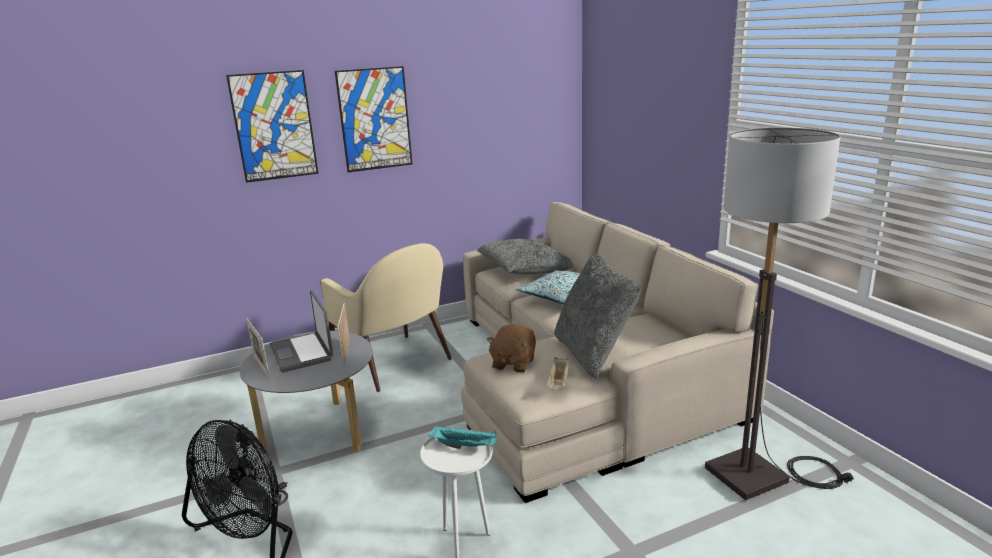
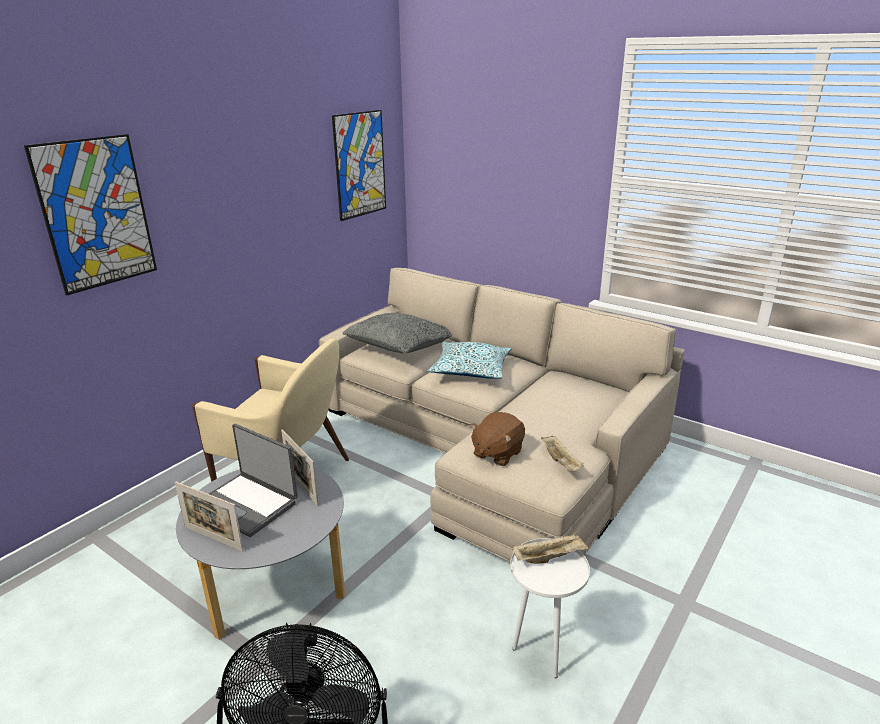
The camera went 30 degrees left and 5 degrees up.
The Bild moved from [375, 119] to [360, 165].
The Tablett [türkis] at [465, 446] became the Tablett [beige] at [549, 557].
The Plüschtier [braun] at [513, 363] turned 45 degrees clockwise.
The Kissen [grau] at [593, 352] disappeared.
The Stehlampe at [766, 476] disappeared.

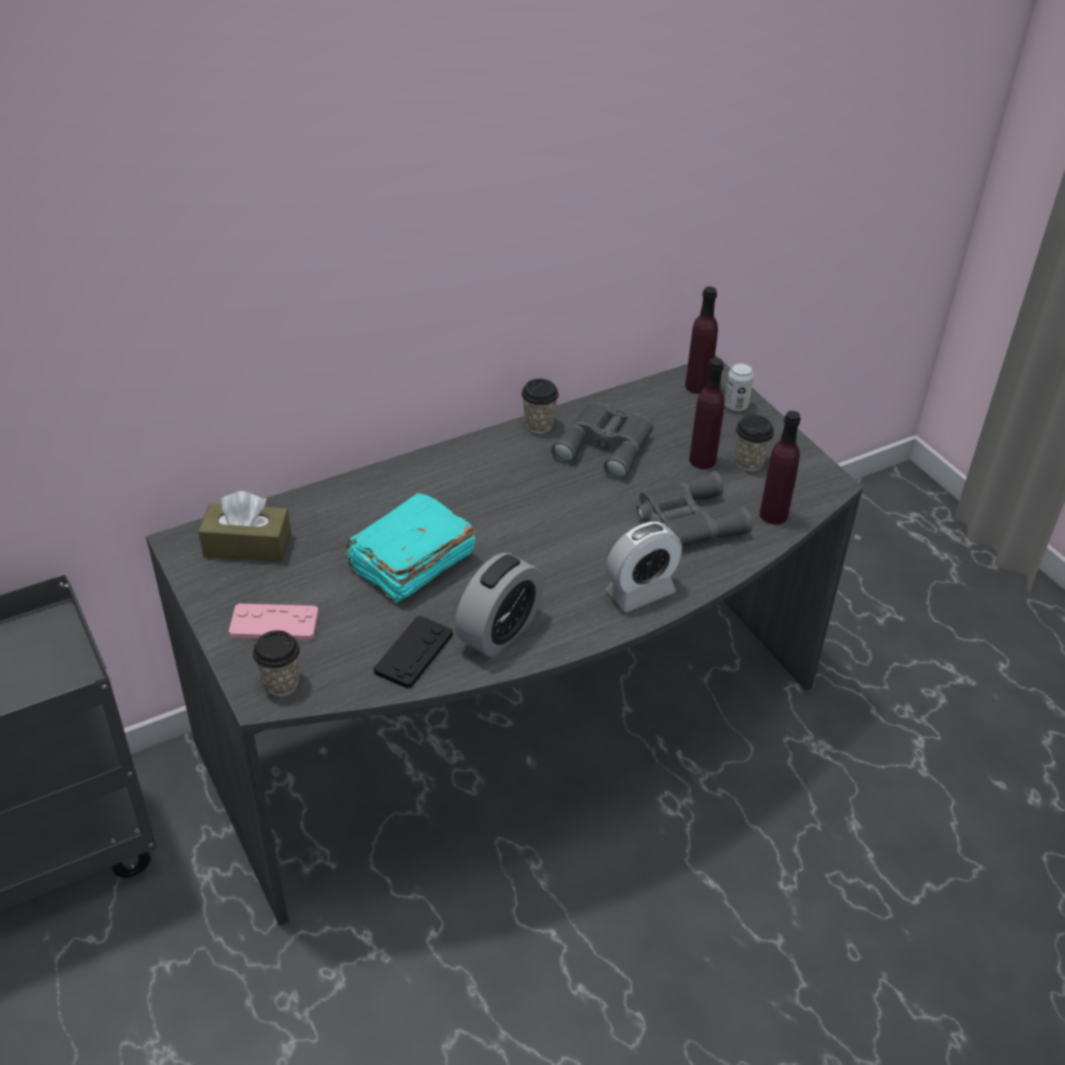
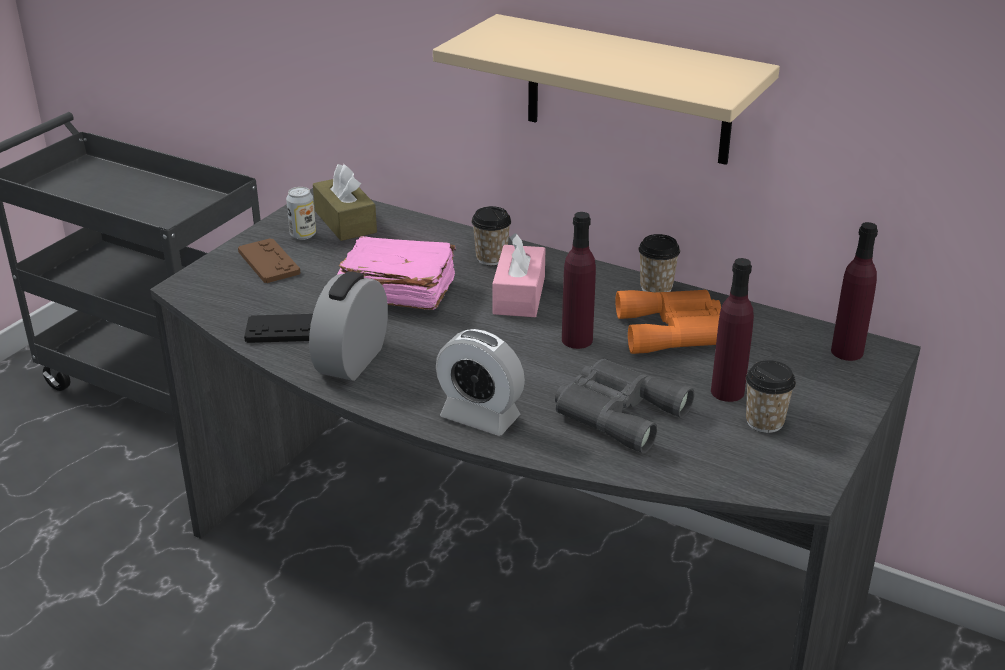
The camera went 60 degrees right and 10 degrees down.
The Gamepad [rosa] at [274, 623] became the Gamepad [braun] at [269, 262].
The Tasse moved from [281, 683] to [491, 258].
The Buch [türkis] at [410, 563] became the Buch [rosa] at [396, 292].
The Wecker at [499, 631] turned 105 degrees clockwise.
The Fernglas [grau] at [606, 445] became the Fernglas [orange] at [675, 331].
The Dose moved from [736, 406] to [303, 235].
The Flasche [lila] moved from [773, 515] to [577, 340].
The Wandregal [beige] at [628, 90] appeared.
The Taschentuchbox [rosa] at [519, 295] appeared.

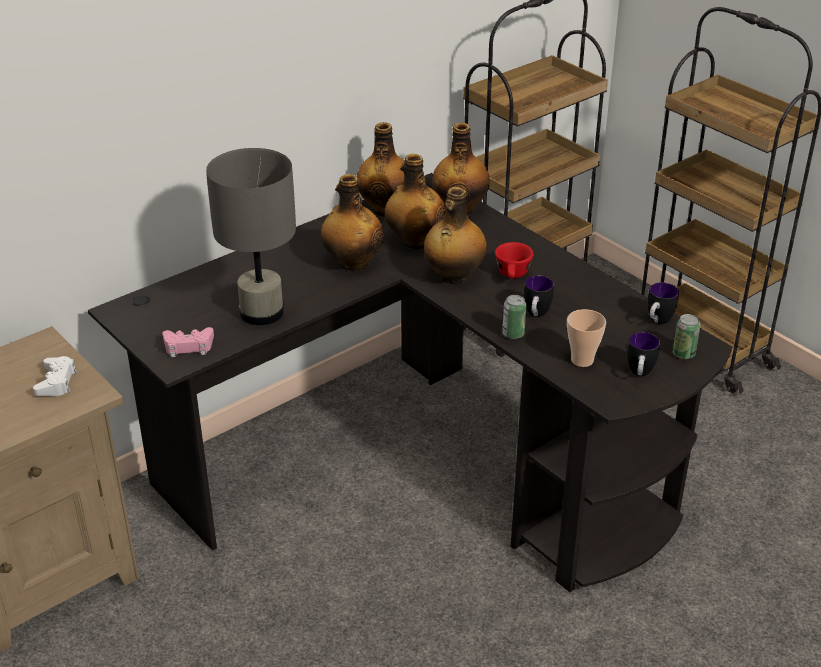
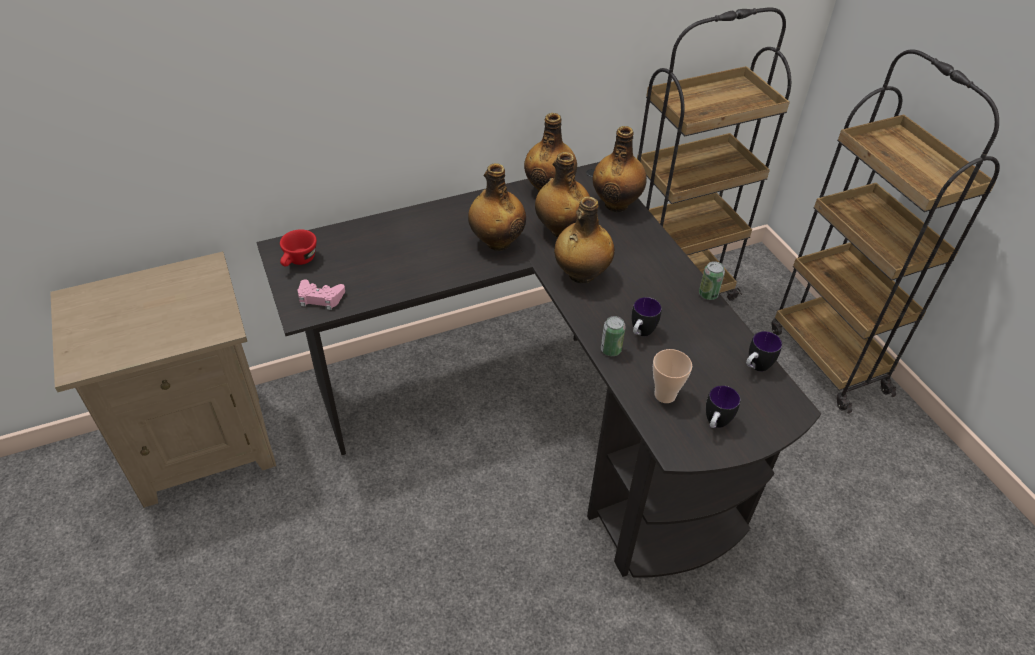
The camera went 15 degrees right and 10 degrees up.
The Gamepad [weiß] at [56, 382] disappeared.
The Tischlampe [grau] at [263, 312] disappeared.
The Tasse [rot] moved from [513, 275] to [299, 261].
The Dose moved from [683, 354] to [708, 294].

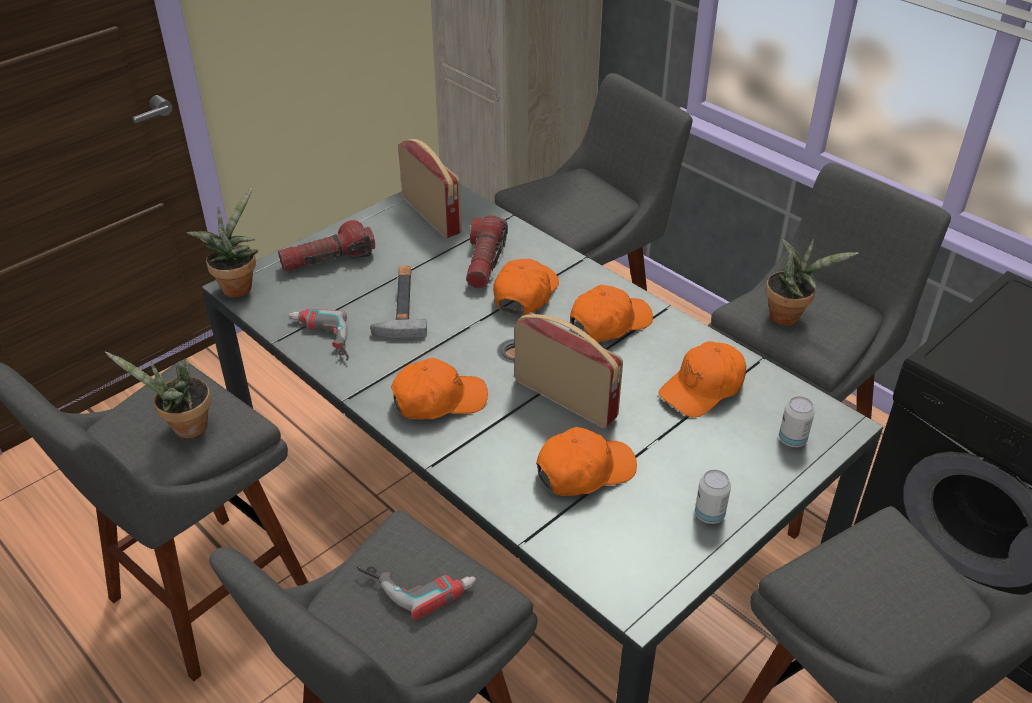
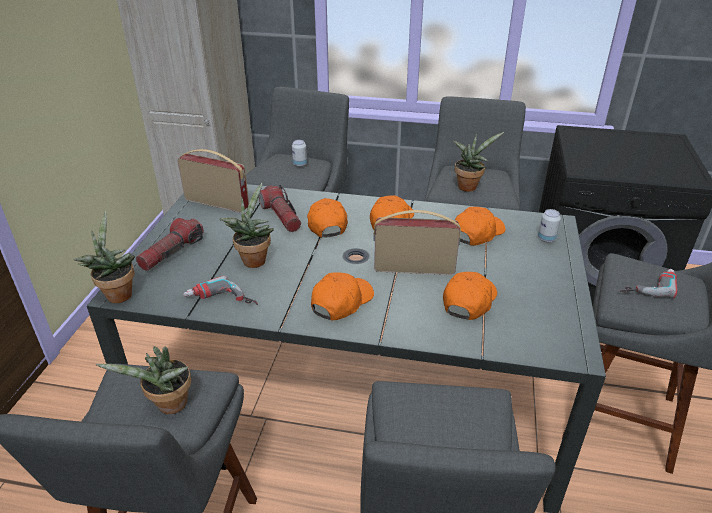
The camera went 35 degrees left and 5 degrees down.
The Bohrmaschine moved from [418, 580] to [646, 284].
The Hammer at [400, 304] was replaced by the Topfpflanze at [253, 259].
The Kappe [orange] at [703, 388] turned 150 degrees counterclockwise.
The Dose moved from [709, 514] to [300, 164].

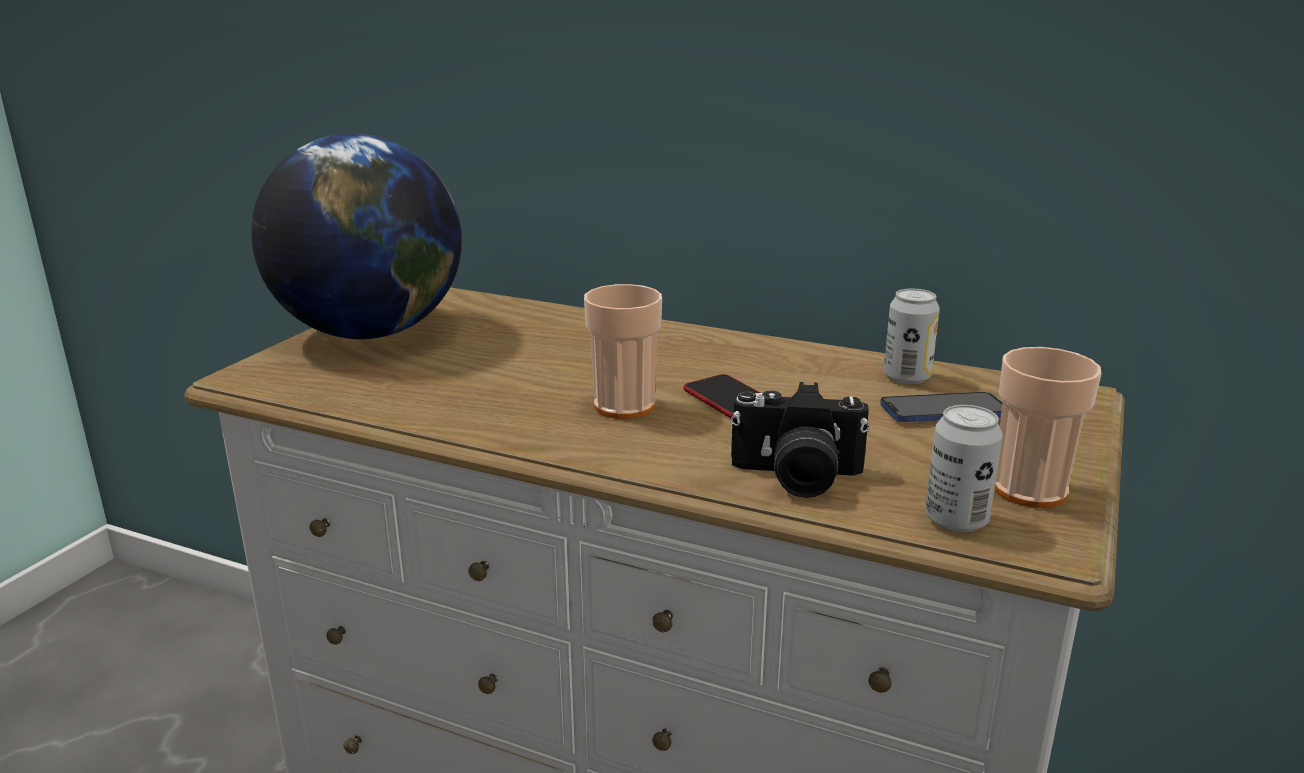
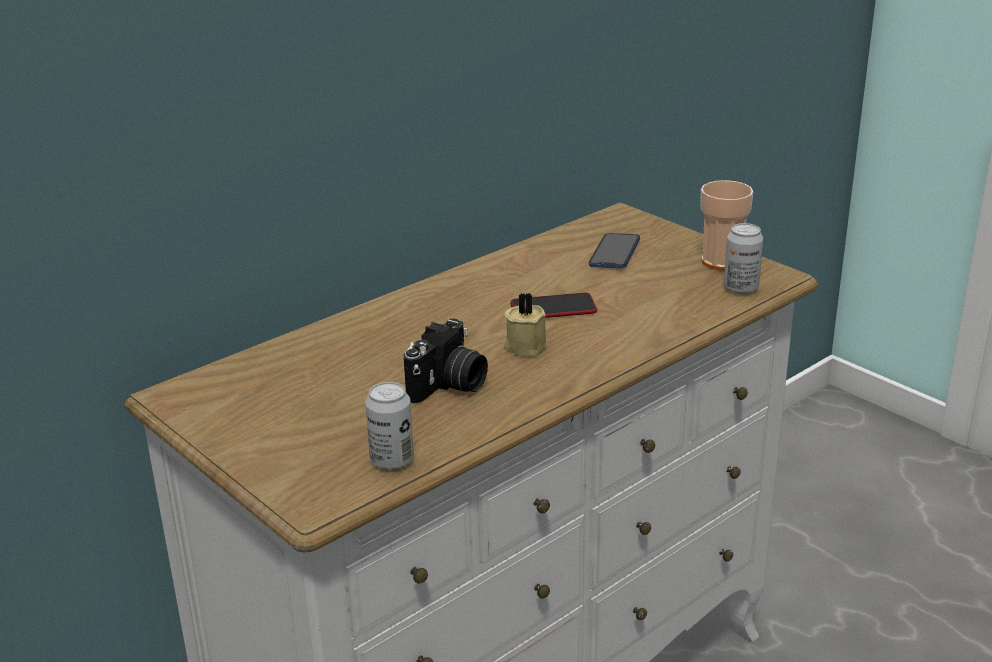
The camera went 65 degrees left and 5 degrees up.
The Globus at [370, 333] disappeared.
The Tasse at [624, 406] was replaced by the Kerze [beige] at [526, 345].
The Kamera moved from [796, 477] to [449, 386].
The Dose moved from [907, 377] to [392, 460].

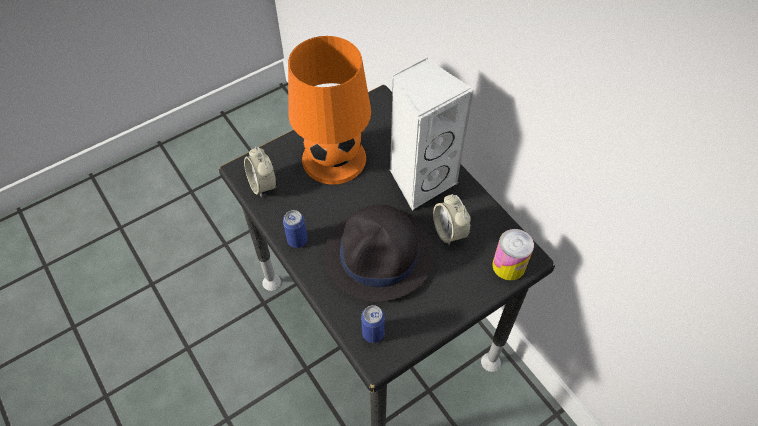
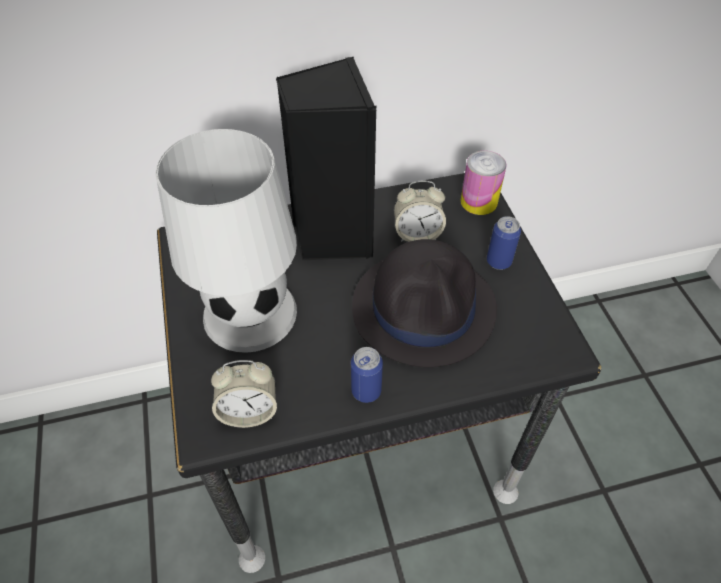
The camera went 70 degrees left and 5 degrees down.
The Tischlampe [orange] at [333, 158] became the Tischlampe [weiß] at [249, 314].
The Dose moved from [373, 333] to [498, 261].
The Lautsprecher [weiß] at [420, 179] became the Lautsprecher [schwarz] at [332, 237].

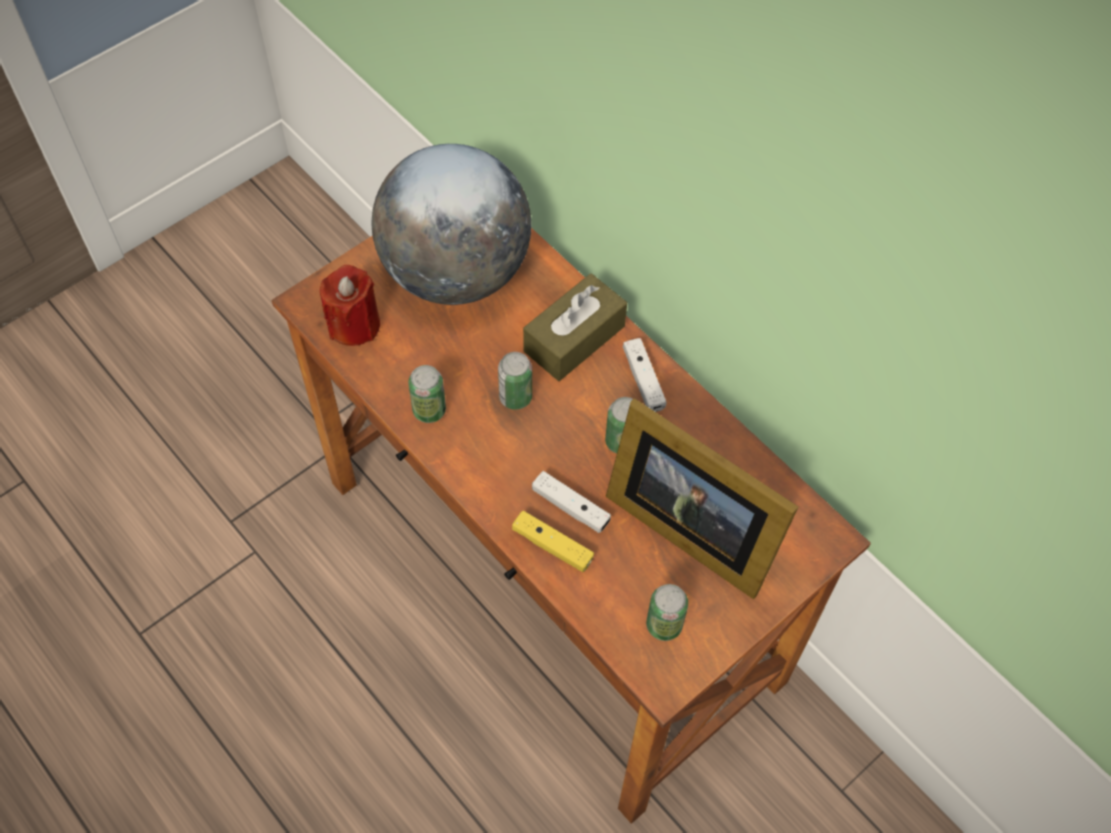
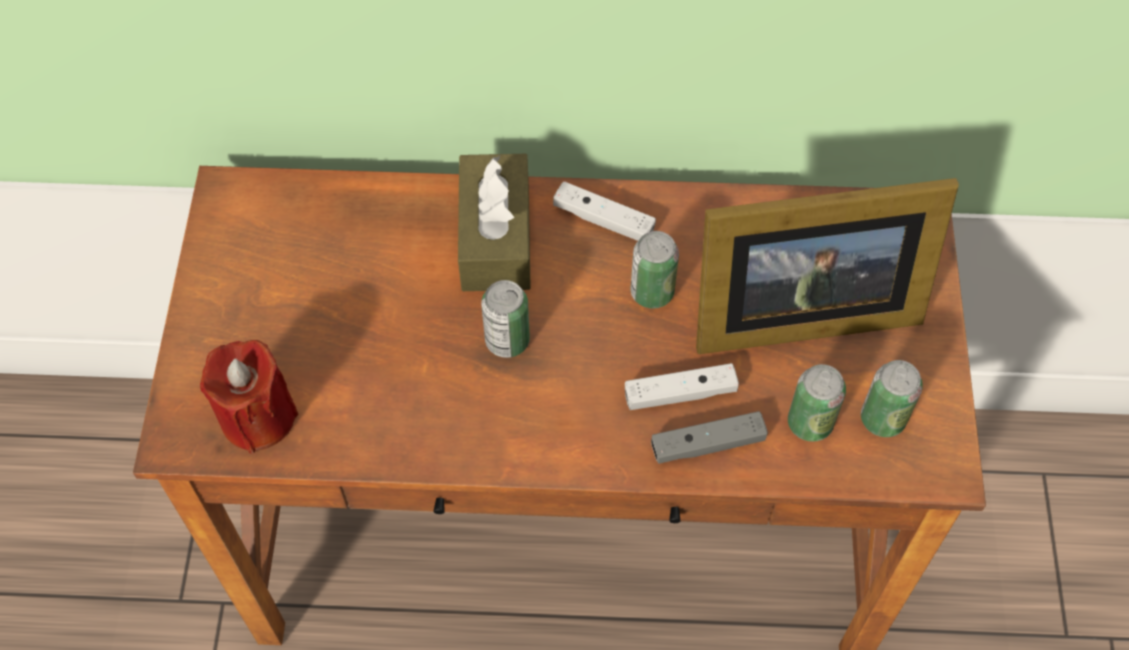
The camera went 45 degrees left and 0 degrees up.
The Globus at [455, 272] disappeared.
The Dose moved from [429, 410] to [810, 423].
The Gamepad [gelb] at [552, 546] became the Gamepad [grau] at [707, 444].

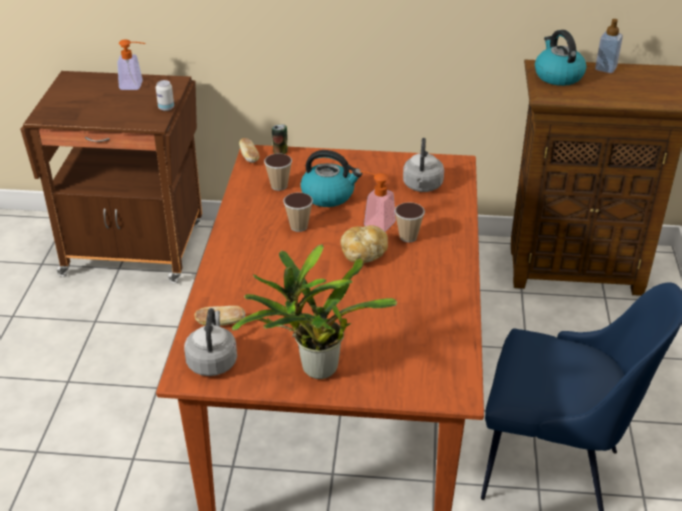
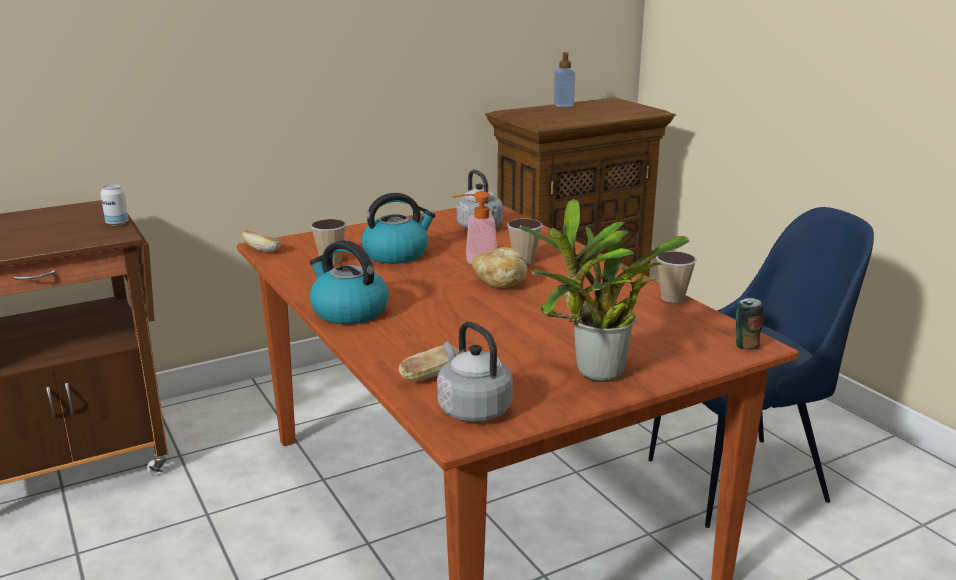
The camera went 35 degrees left and 15 degrees down.
The Seifenspender at [135, 86] disappeared.
The Dose moved from [280, 151] to [746, 345].
The Tasse moved from [299, 226] to [672, 298].
The Wasserkessel moved from [557, 76] to [348, 311].

